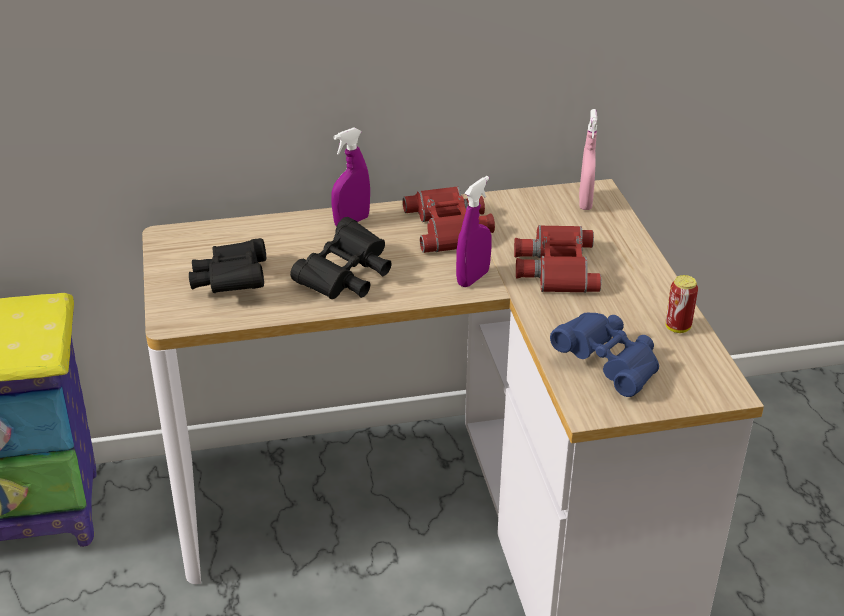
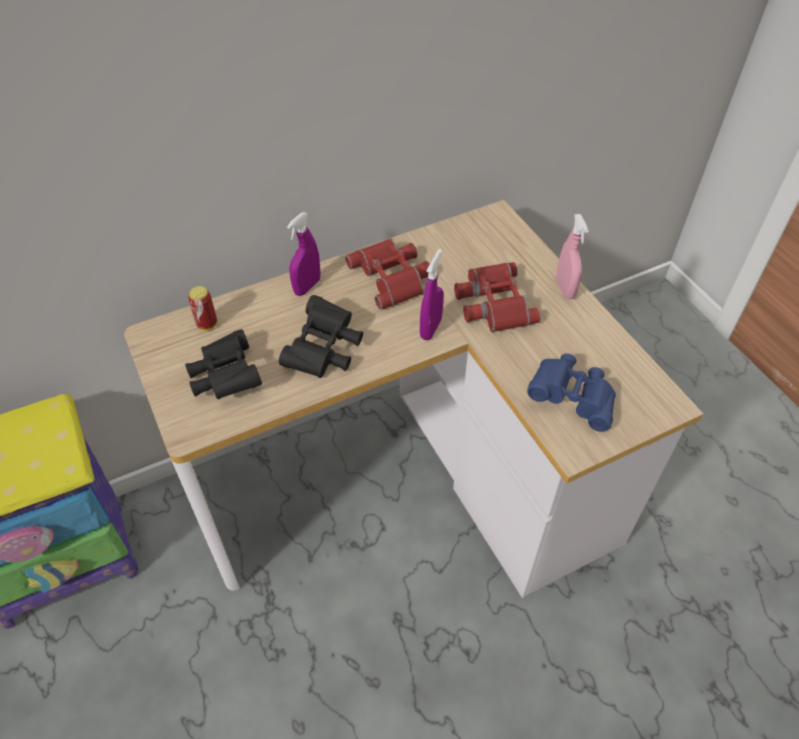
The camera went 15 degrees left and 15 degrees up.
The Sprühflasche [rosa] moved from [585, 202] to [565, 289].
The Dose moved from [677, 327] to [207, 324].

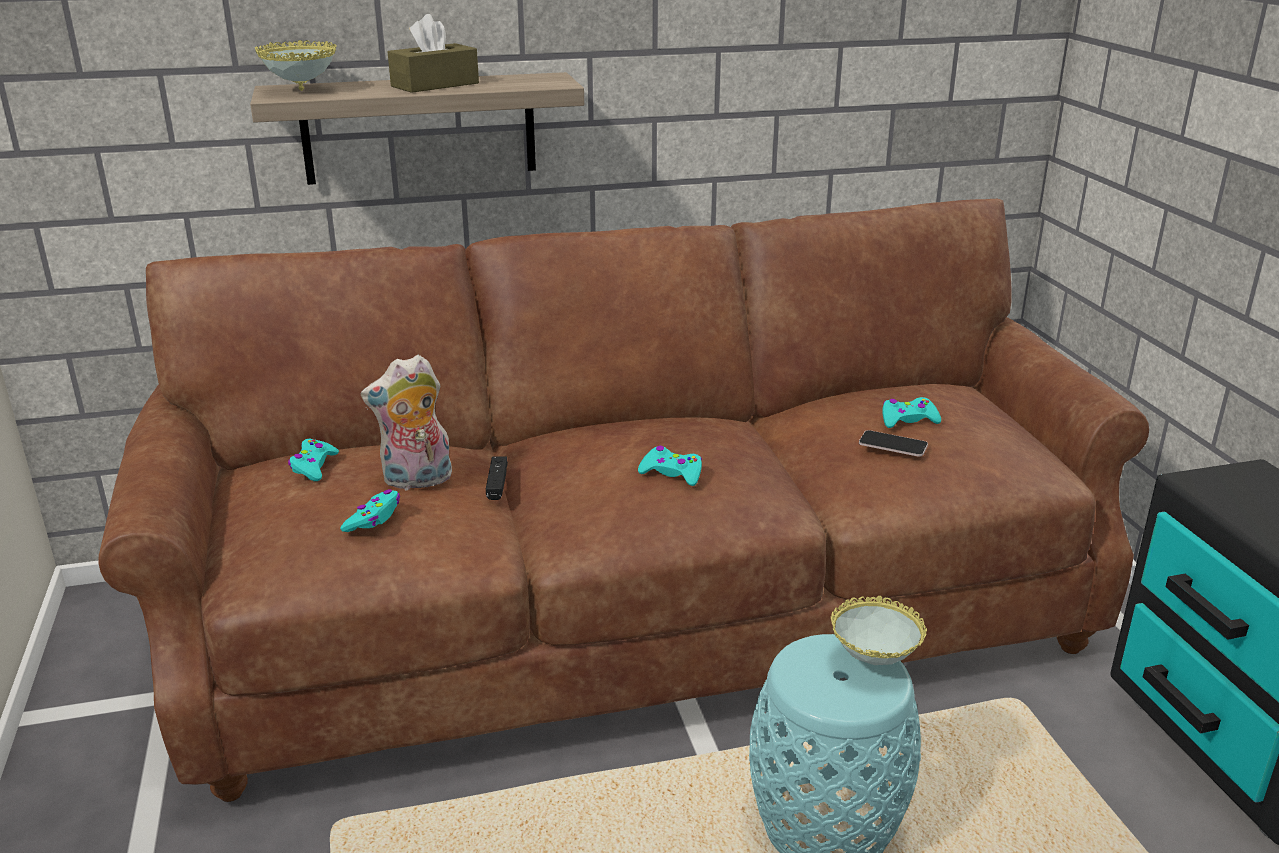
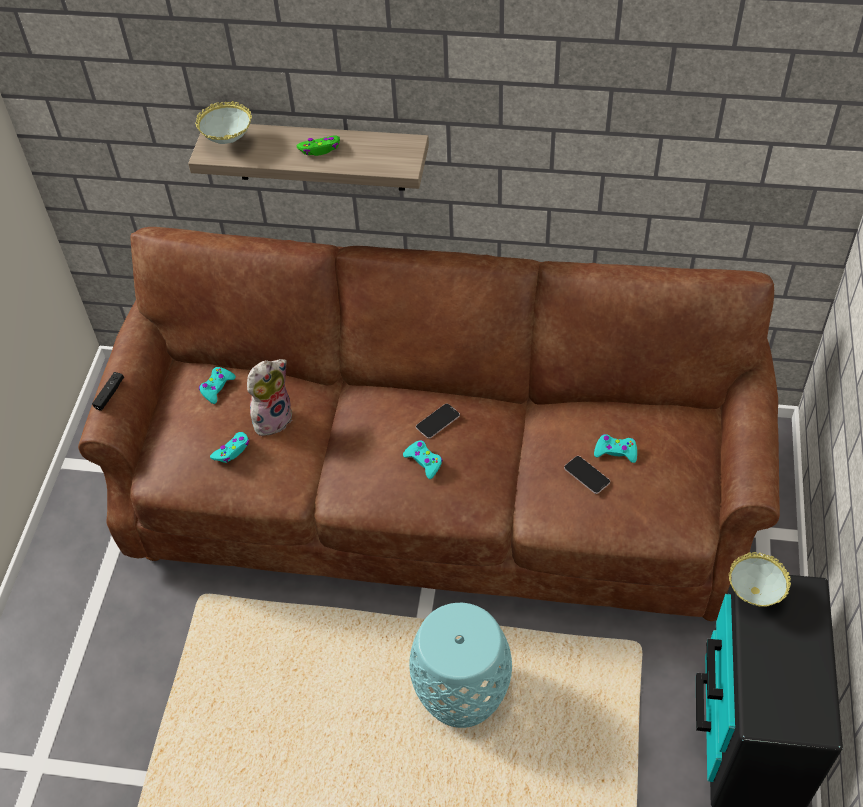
The camera went 25 degrees right and 25 degrees up.
The Plüschtier at [416, 481] turned 135 degrees clockwise.
The Taschentuchbox [braun] at [435, 85] was replaced by the Gamepad [grün] at [320, 149].
The Gamepad [schwarz] moved from [497, 484] to [109, 394].
The Schüssel moved from [873, 664] to [753, 594].
The Handy at [437, 421] appeared.

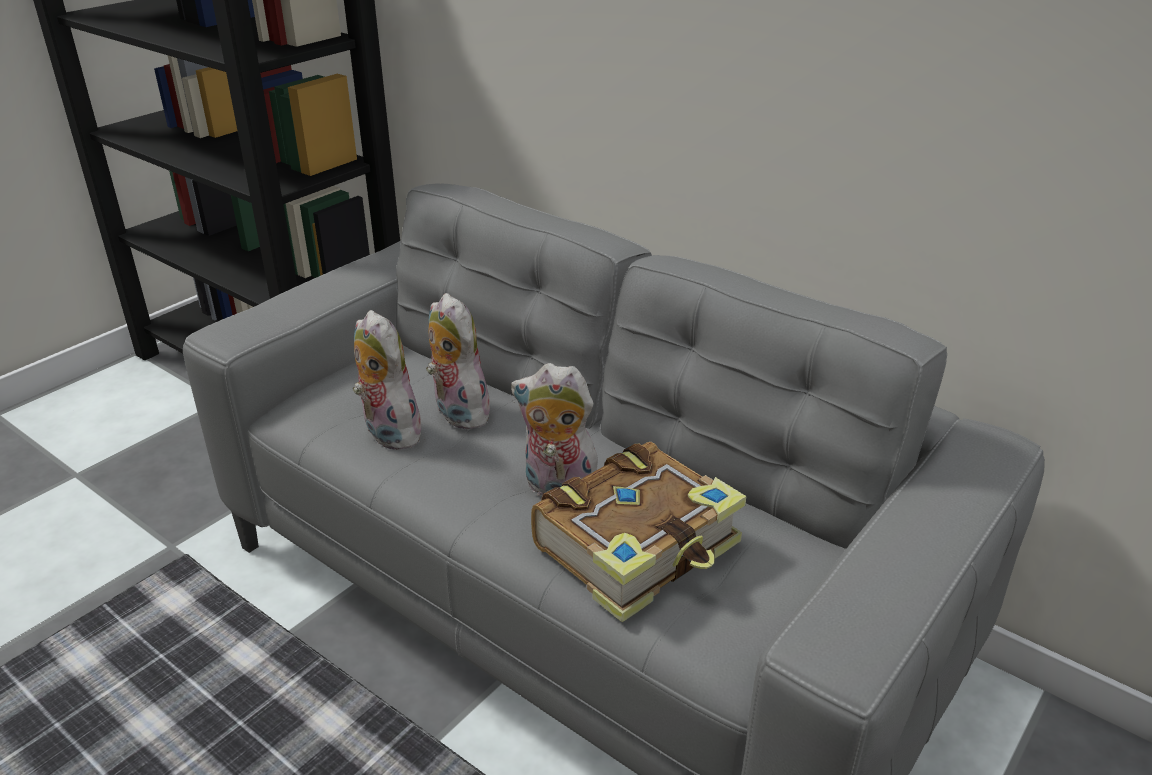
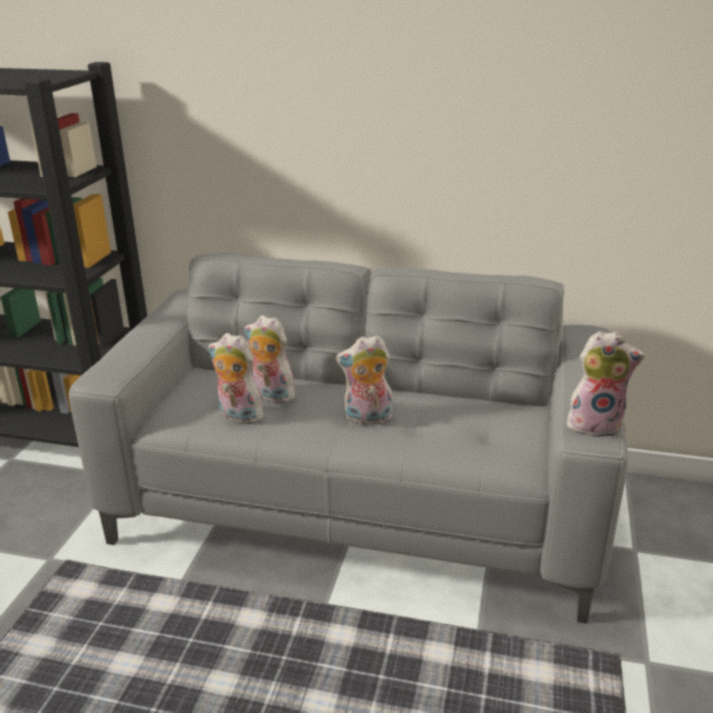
The camera went 25 degrees left and 5 degrees down.
The Buch at [639, 547] disappeared.
The Plüschtier at [595, 424] appeared.

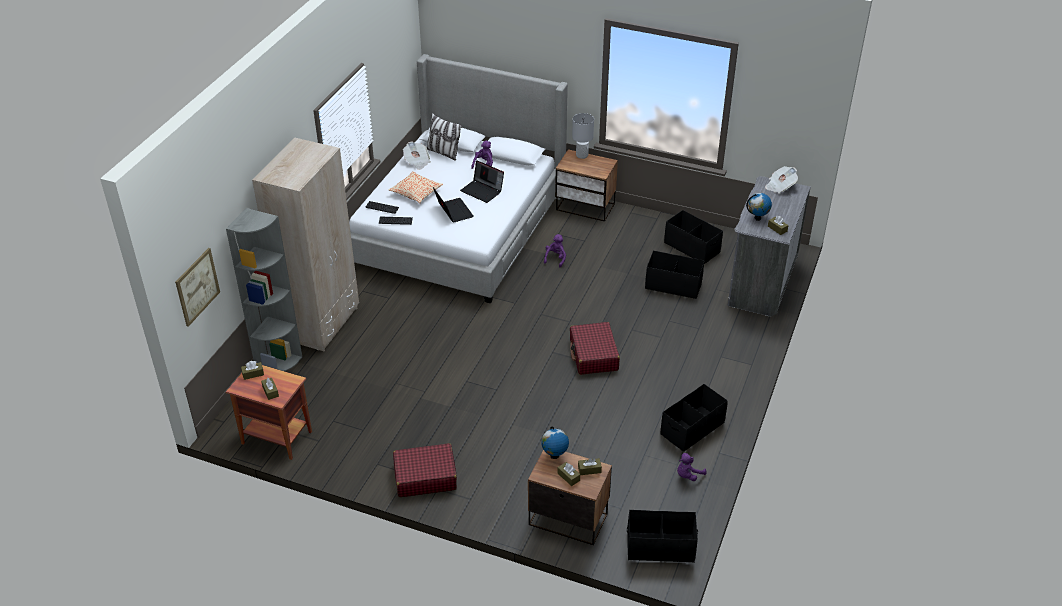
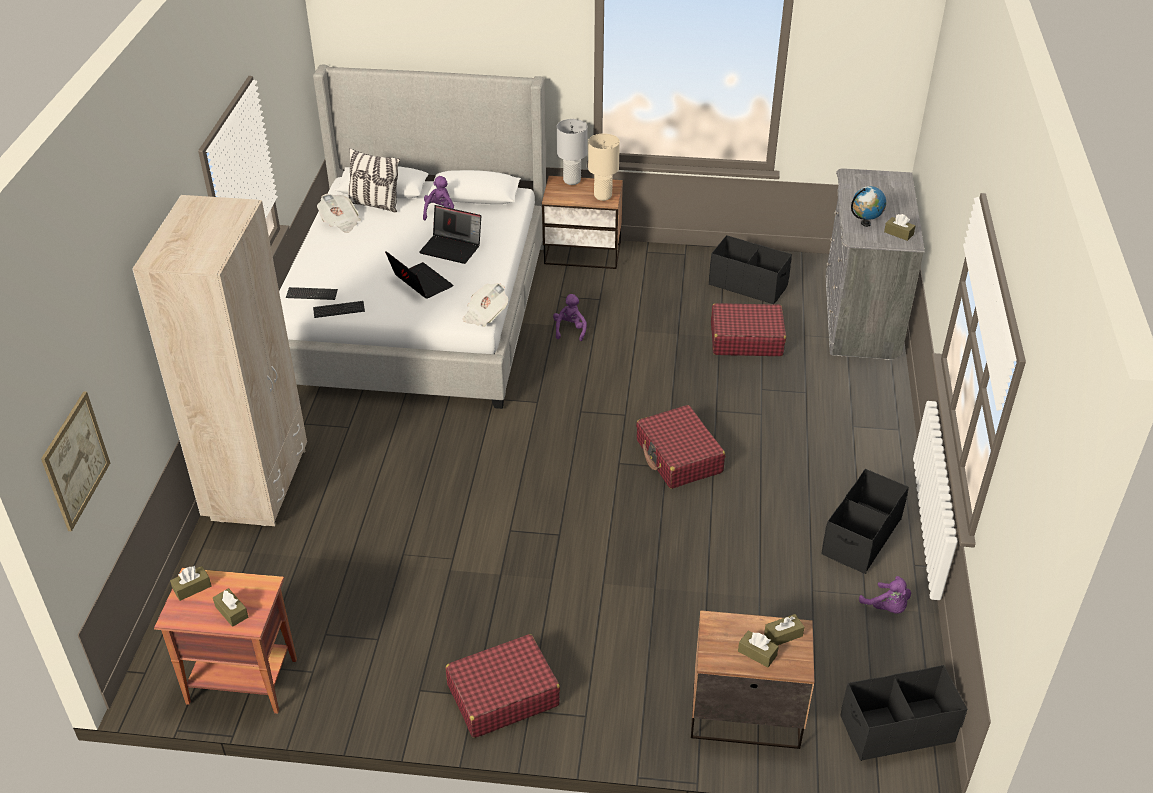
The camera went 15 degrees left and 0 degrees up.
The Bücherregal [grau] at [279, 366] disappeared.
The Kissen [beige] at [416, 193] disappeared.
The Globus at [554, 456] disappeared.
The Aufbewahrungsbox [schwarz] at [673, 285] was replaced by the Koffer [rot] at [746, 339].
The Plüschtier [lila] at [688, 475] turned 75 degrees counterclockwise.
The Zeitung moved from [780, 186] to [485, 315].
The Tischlampe [beige] at [602, 197] appeared.

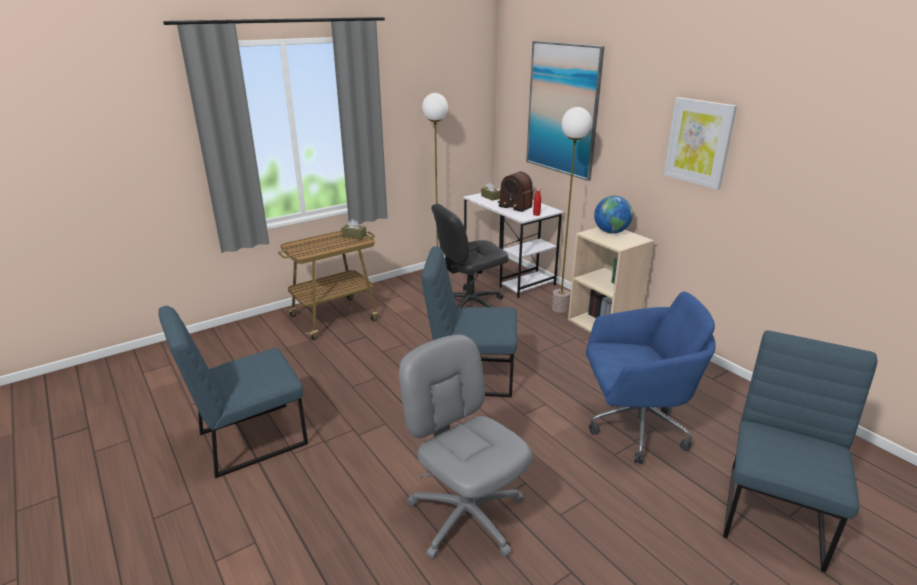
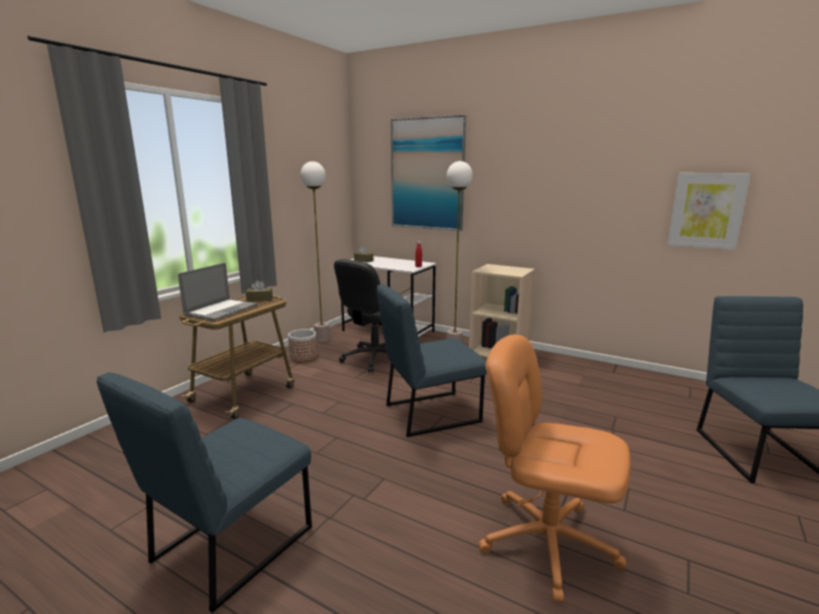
The camera went 25 degrees left and 10 degrees down.
The Bürostuhl [grau] at [466, 515] became the Bürostuhl [orange] at [547, 541].
The Radio at [515, 205] disappeared.
The Bürostuhl [blau] at [633, 431] disappeared.
The Globus at [611, 232] disappeared.
The Bild moved from [698, 142] to [706, 210].
The Laptop at [222, 310] appeared.
The Pflanzkübel at [303, 356] appeared.

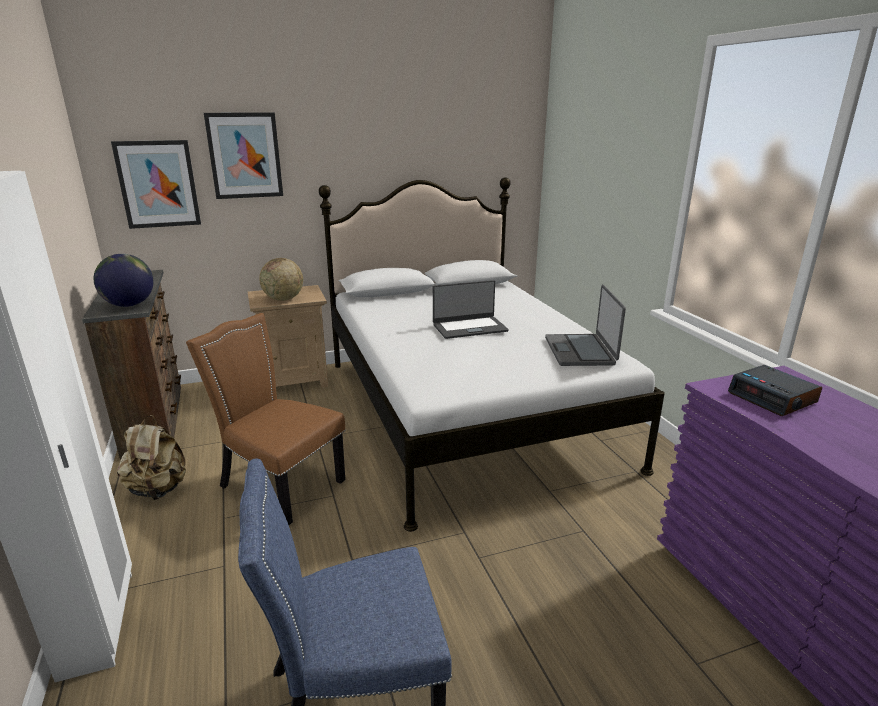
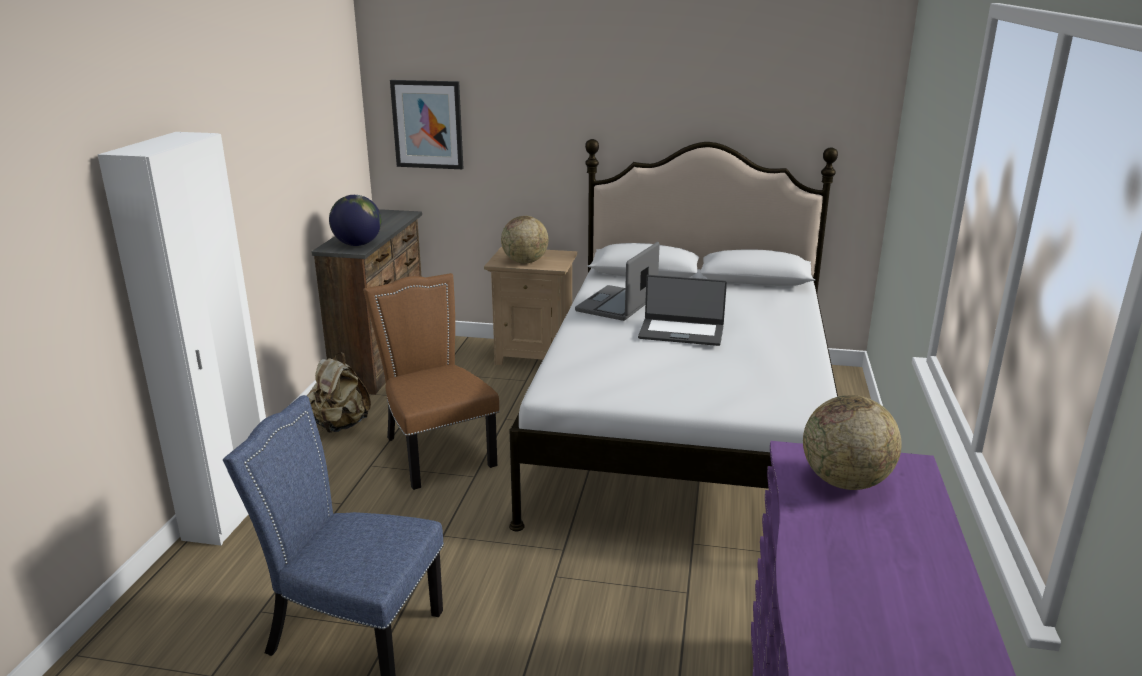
The camera went 30 degrees right and 0 degrees up.
The Bild at [245, 155] disappeared.
The Laptop moved from [580, 351] to [617, 305].
The Wecker at [773, 398] was replaced by the Globus at [845, 482].

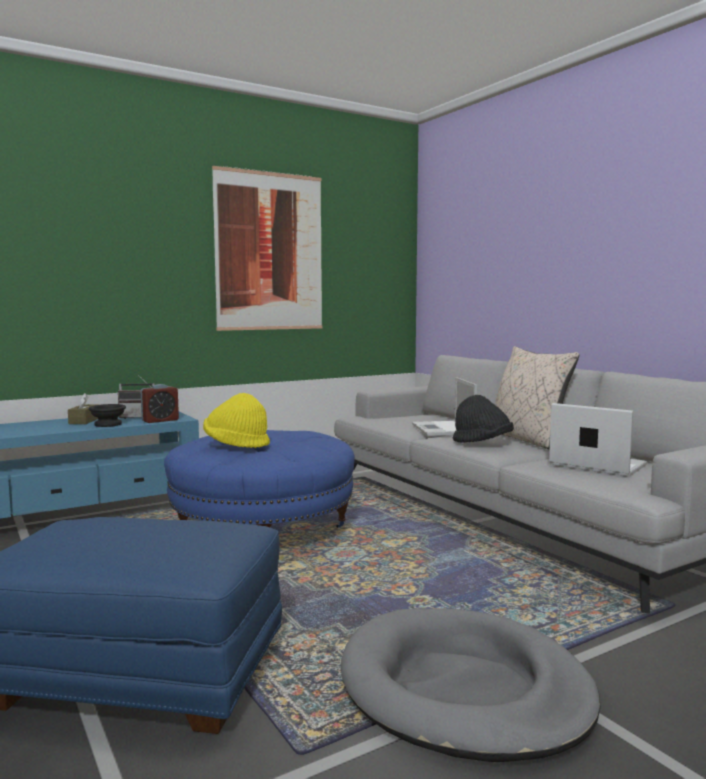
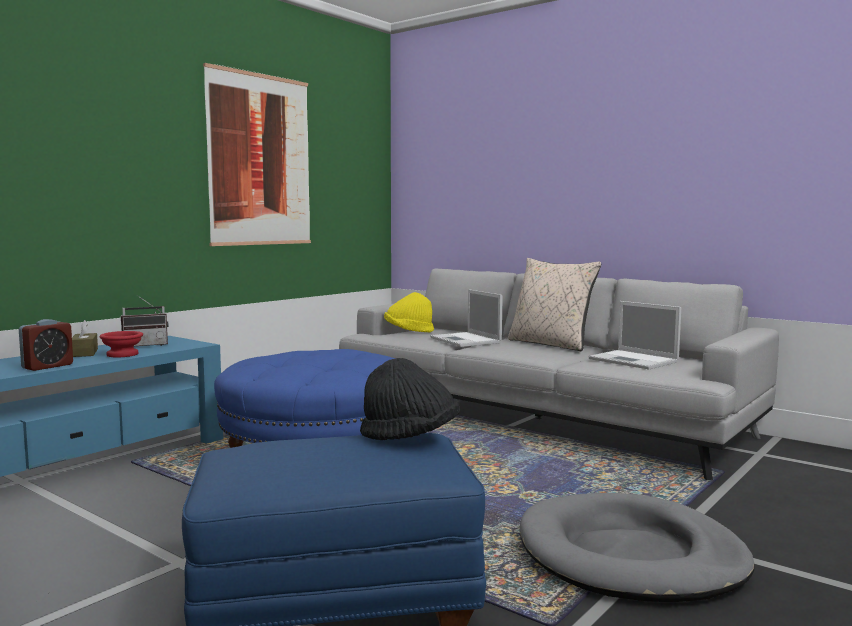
The camera went 20 degrees left and 0 degrees up.
The Schüssel [schwarz] at [109, 424] became the Schüssel [rot] at [123, 354].
The Wecker moved from [160, 420] to [47, 366].
The Hut [gelb] moved from [236, 444] to [408, 332].
The Hut [schwarz] moved from [482, 444] to [410, 438].
The Laptop at [595, 464] turned 150 degrees counterclockwise.

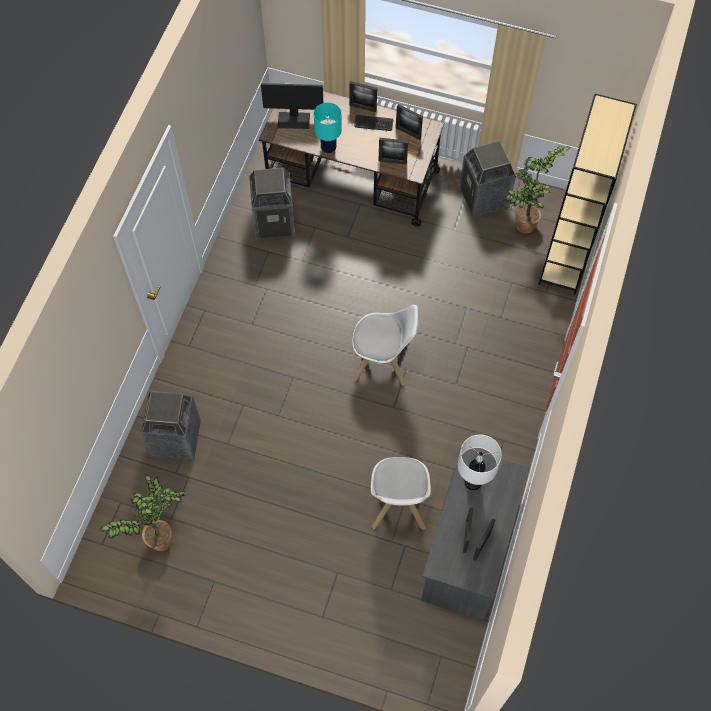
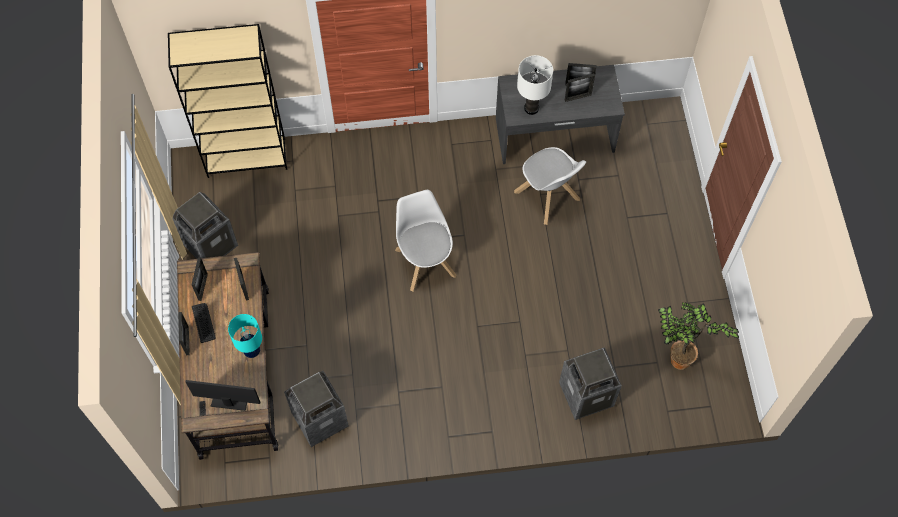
The camera went 115 degrees left and 0 degrees up.
The Monitor at [294, 120] turned 60 degrees counterclockwise.
The Stuhl at [398, 505] turned 75 degrees clockwise.
The Topfpflanze at [524, 228] disappeared.

